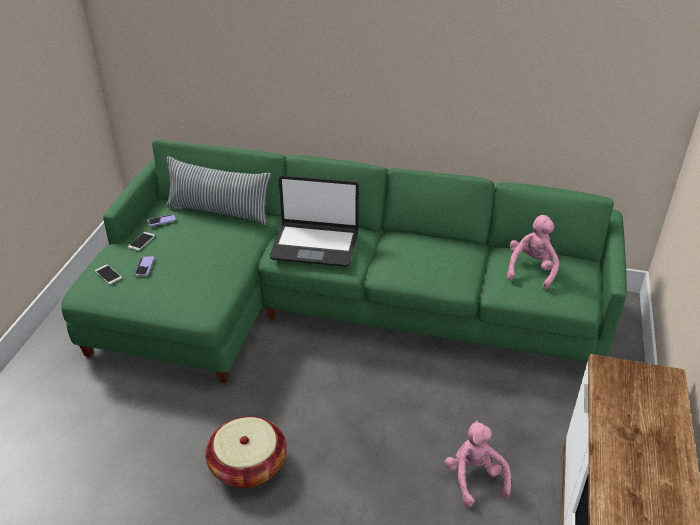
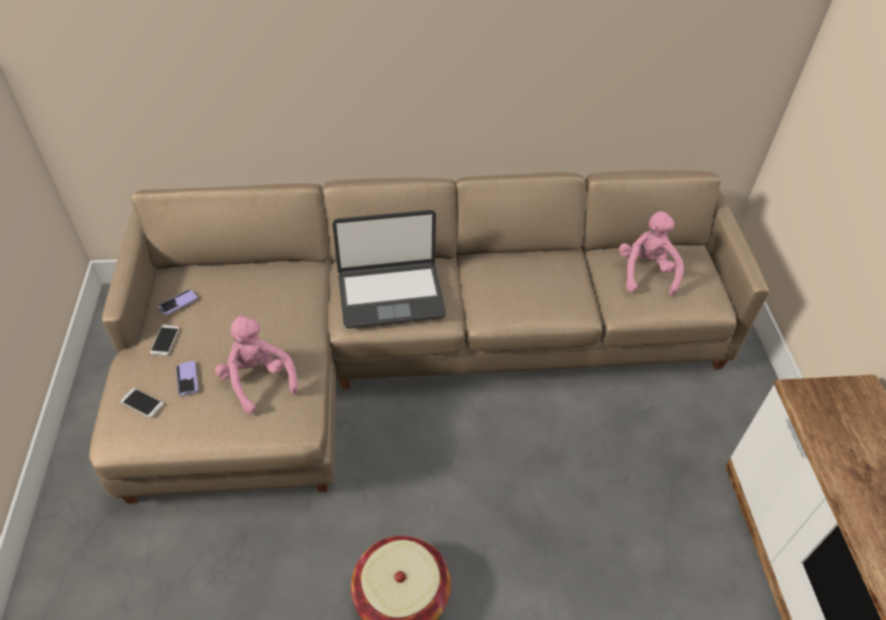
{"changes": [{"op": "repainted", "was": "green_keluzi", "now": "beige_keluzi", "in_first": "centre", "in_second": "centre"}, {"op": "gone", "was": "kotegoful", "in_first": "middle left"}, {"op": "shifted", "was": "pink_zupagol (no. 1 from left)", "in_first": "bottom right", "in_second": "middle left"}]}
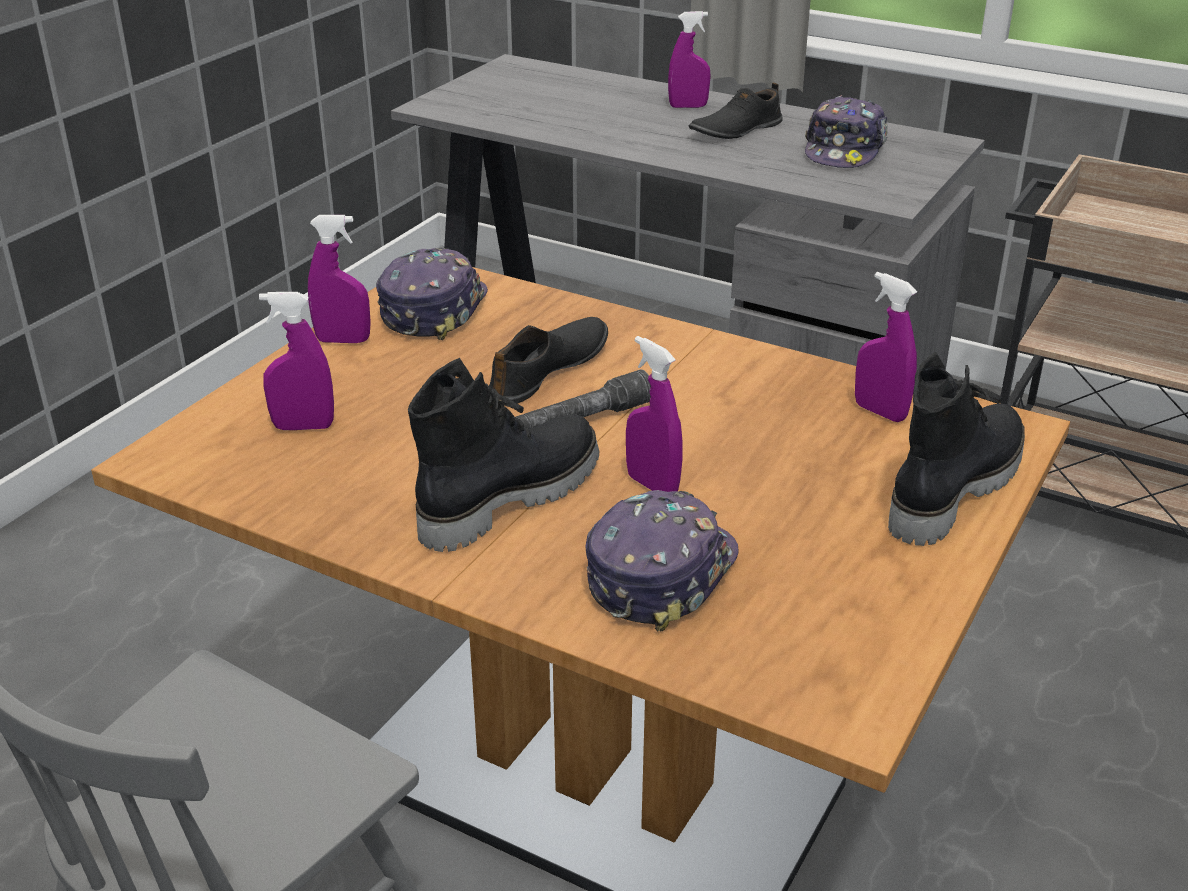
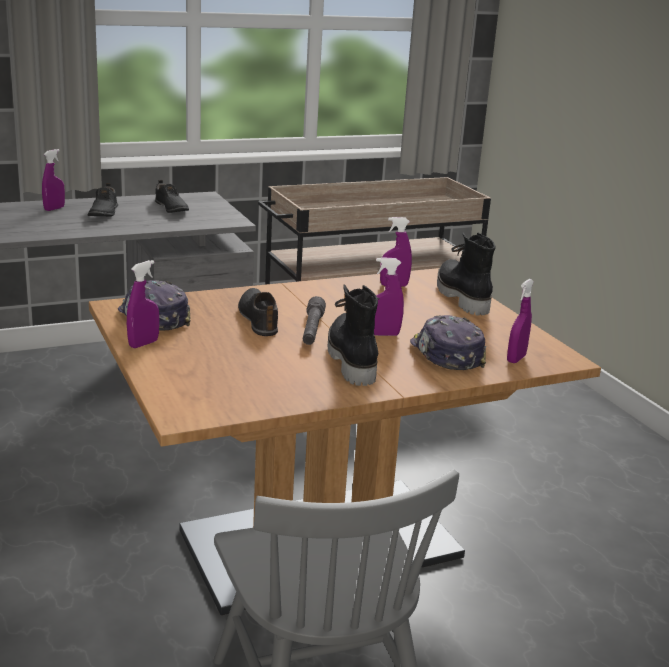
{"changes": [{"op": "swapped", "was": "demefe (no. 3 from left)", "now": "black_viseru (no. 2 from left)", "in_first": "top right", "in_second": "top left"}, {"op": "shifted", "was": "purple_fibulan (no. 1 from left in the first image)", "now": "purple_fibulan (no. 5 from left)", "in_first": "middle left", "in_second": "middle right"}]}
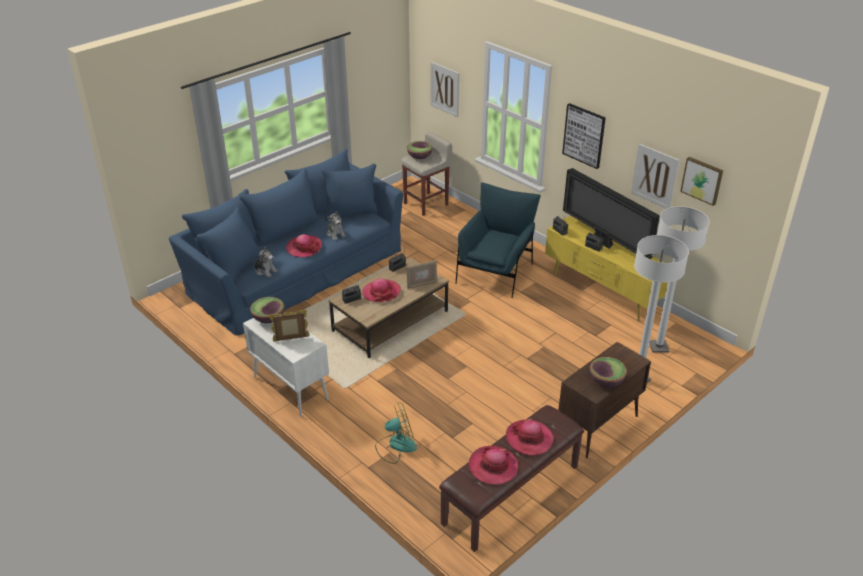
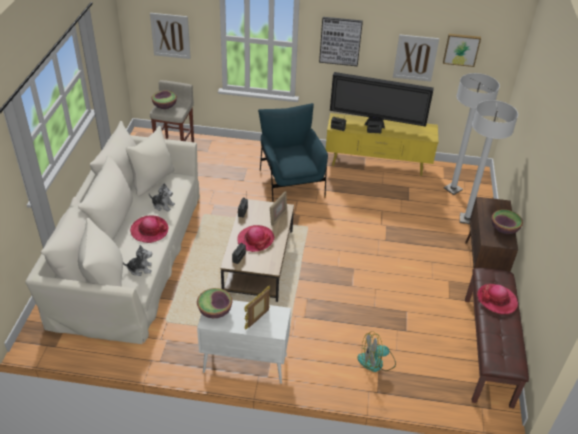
{"changes": [{"op": "repainted", "was": "blue_keluzi", "now": "beige_keluzi", "in_first": "middle left", "in_second": "middle left"}, {"op": "rotated", "was": "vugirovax", "in_first": "bottom centre", "in_second": "bottom centre", "clockwise": -135}, {"op": "gone", "was": "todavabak (no. 3 from left)", "in_first": "bottom centre"}]}
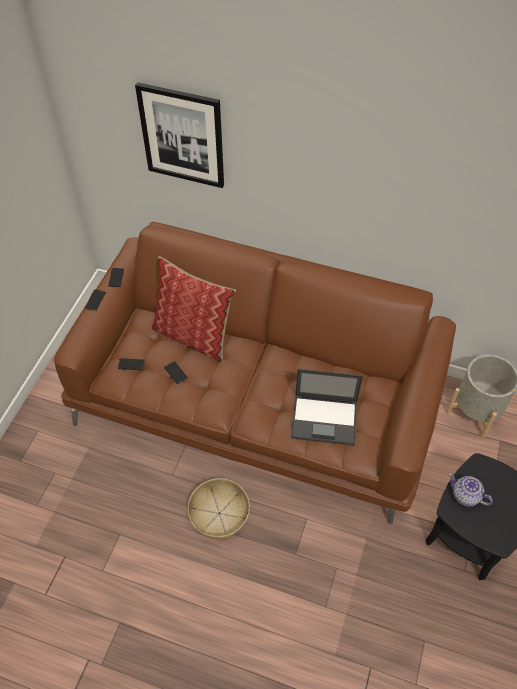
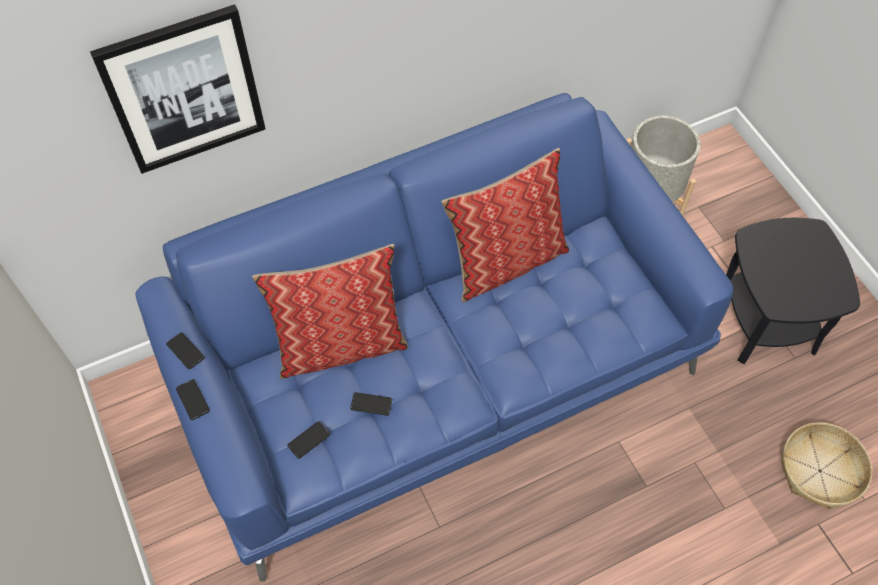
{"changes": [{"op": "repainted", "was": "brown_keluzi", "now": "blue_keluzi", "in_first": "centre", "in_second": "centre"}, {"op": "gone", "was": "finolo", "in_first": "centre"}, {"op": "gone", "was": "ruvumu", "in_first": "bottom right"}, {"op": "shifted", "was": "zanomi", "in_first": "bottom centre", "in_second": "bottom right"}, {"op": "new", "now": "kotegoful (no. 2 from left)", "in_second": "centre"}]}
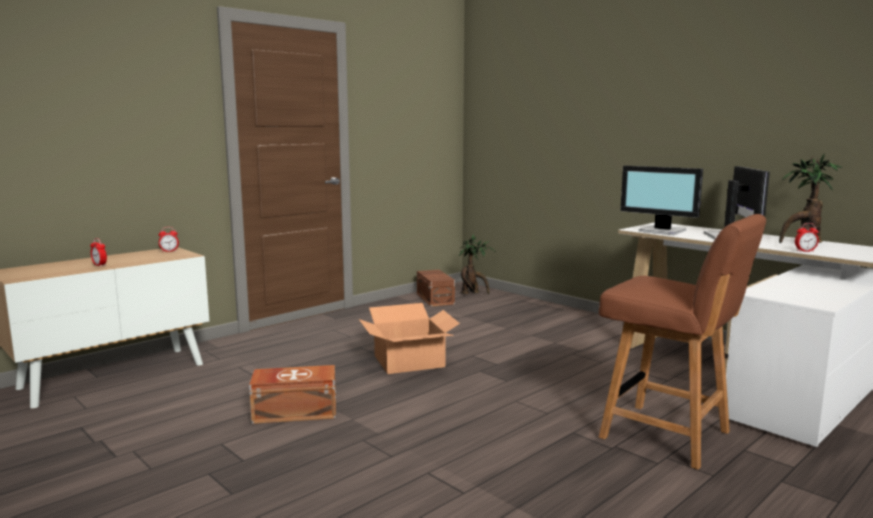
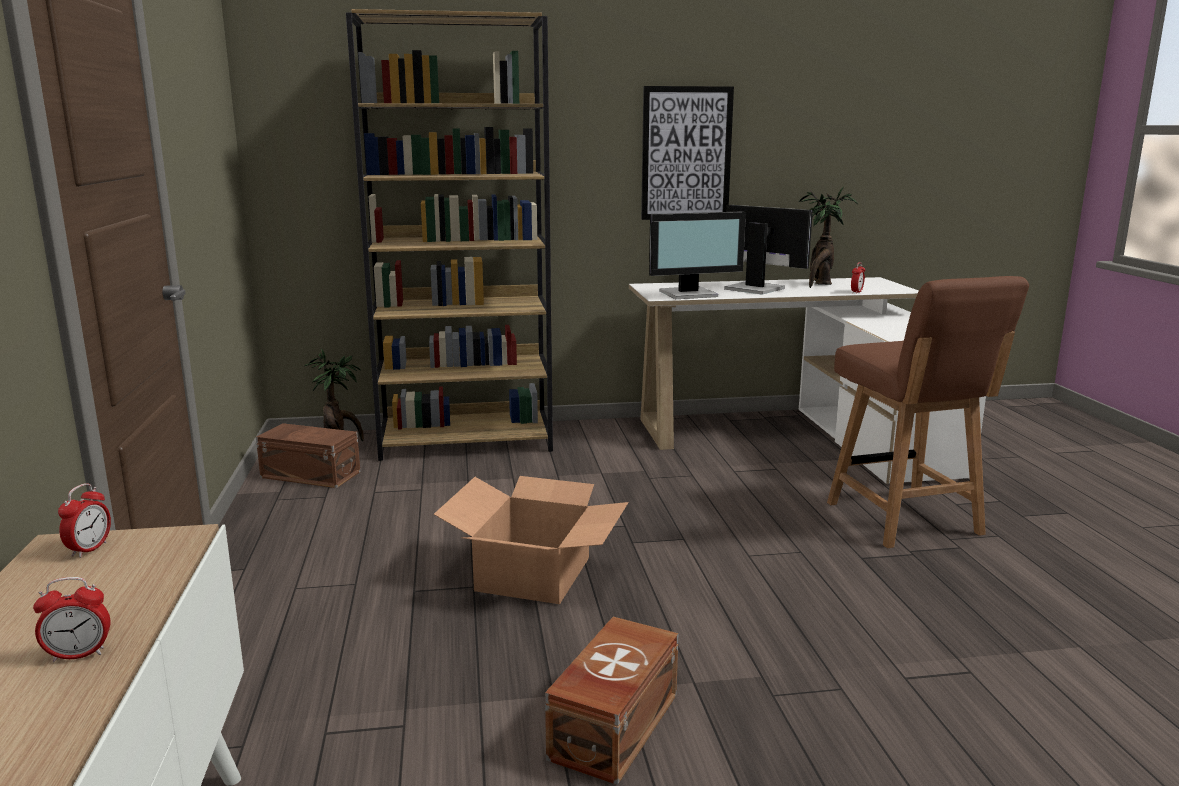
{"changes": [{"op": "rotated", "was": "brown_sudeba", "in_first": "middle right", "in_second": "middle right", "clockwise": 90}, {"op": "new", "now": "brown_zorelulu", "in_second": "top centre"}, {"op": "new", "now": "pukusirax", "in_second": "top centre"}]}
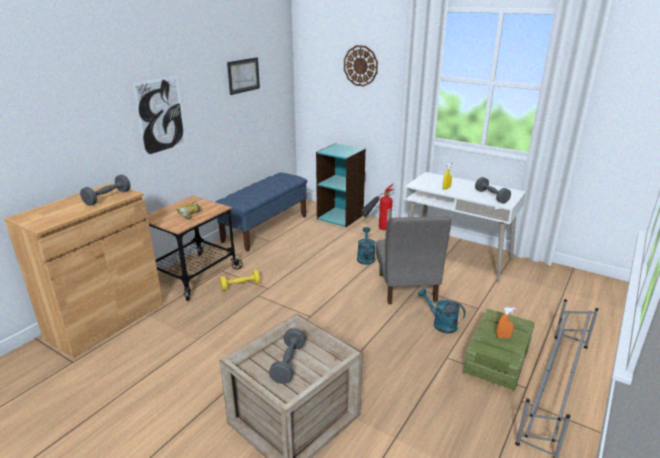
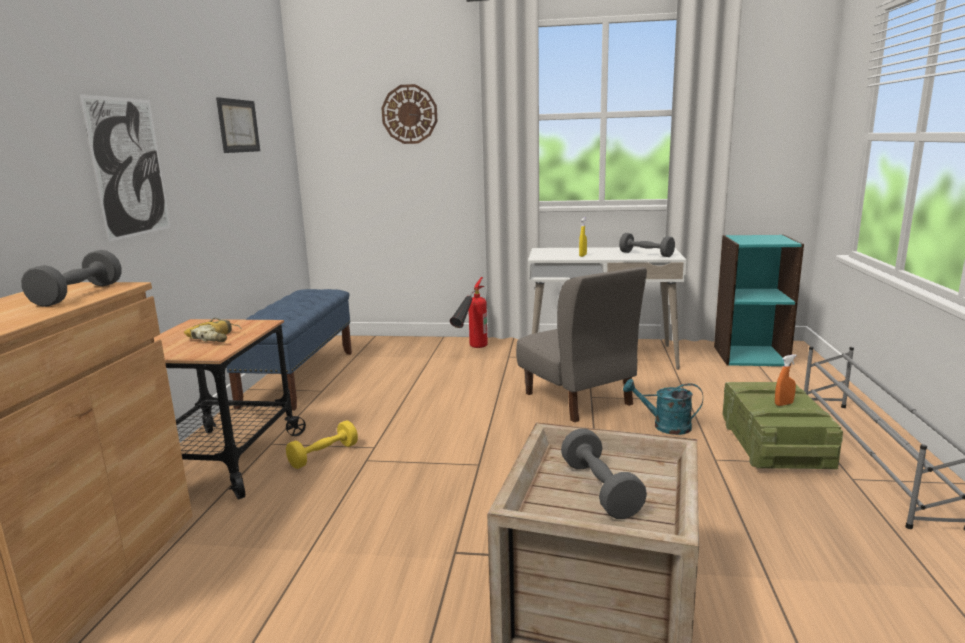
{"changes": [{"op": "shifted", "was": "turquoise_zorelulu", "in_first": "centre", "in_second": "middle right"}, {"op": "gone", "was": "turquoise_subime (no. 1 from left)", "in_first": "centre"}]}
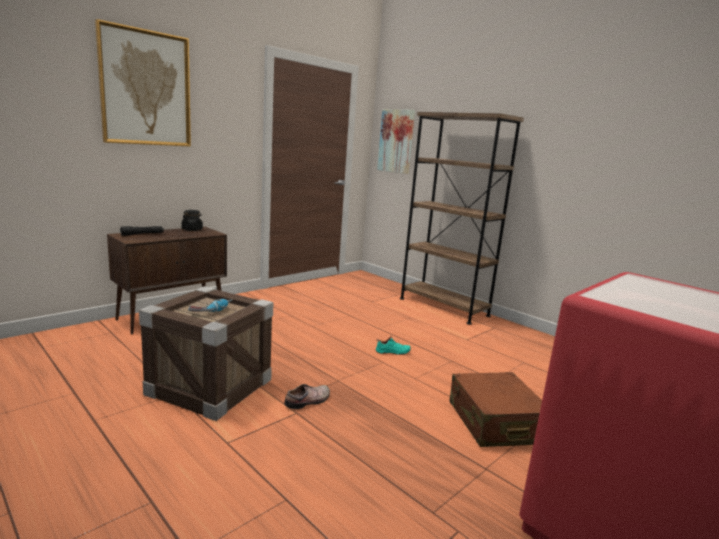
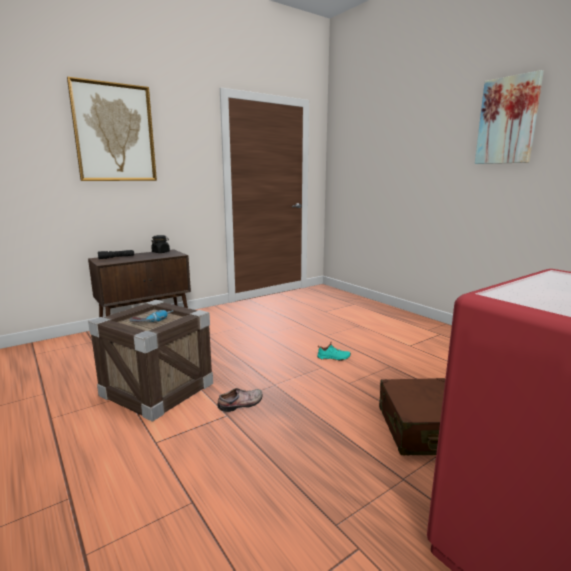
{"changes": [{"op": "shifted", "was": "pukusirax (no. 2 from left)", "in_first": "top centre", "in_second": "top right"}, {"op": "gone", "was": "brown_zorelulu", "in_first": "centre"}]}
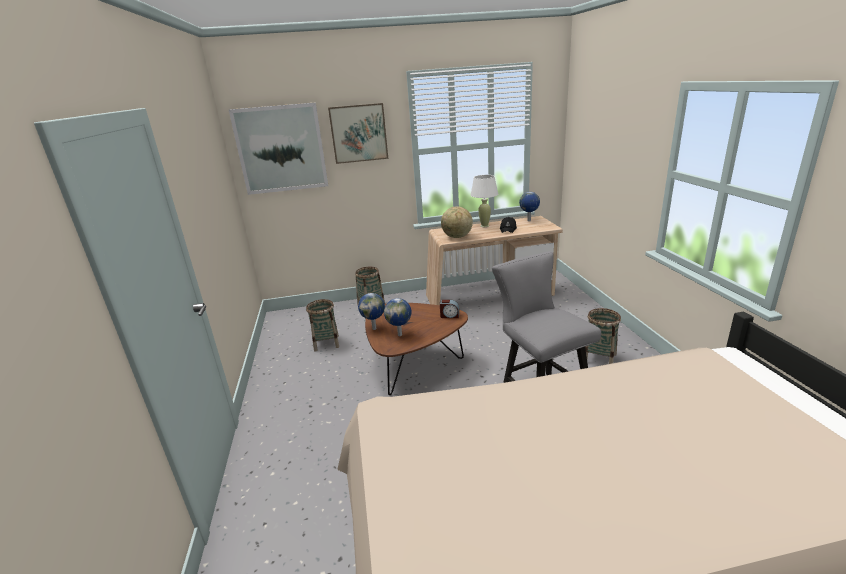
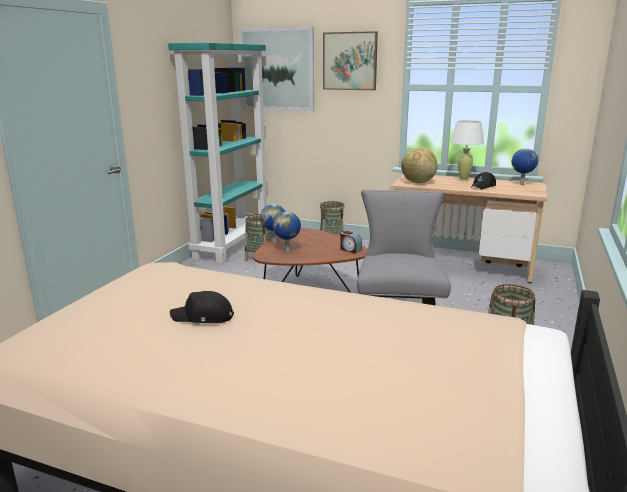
{"changes": [{"op": "new", "now": "turquoise_zorelulu", "in_second": "top centre"}, {"op": "new", "now": "black_demefe (no. 1 from left)", "in_second": "middle left"}]}
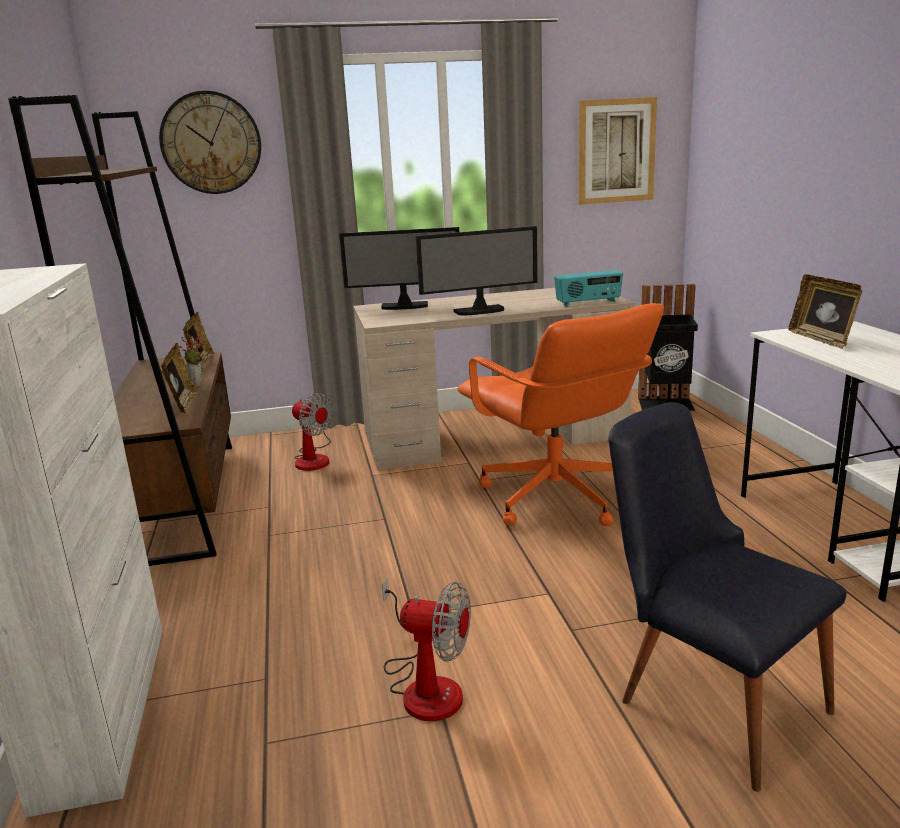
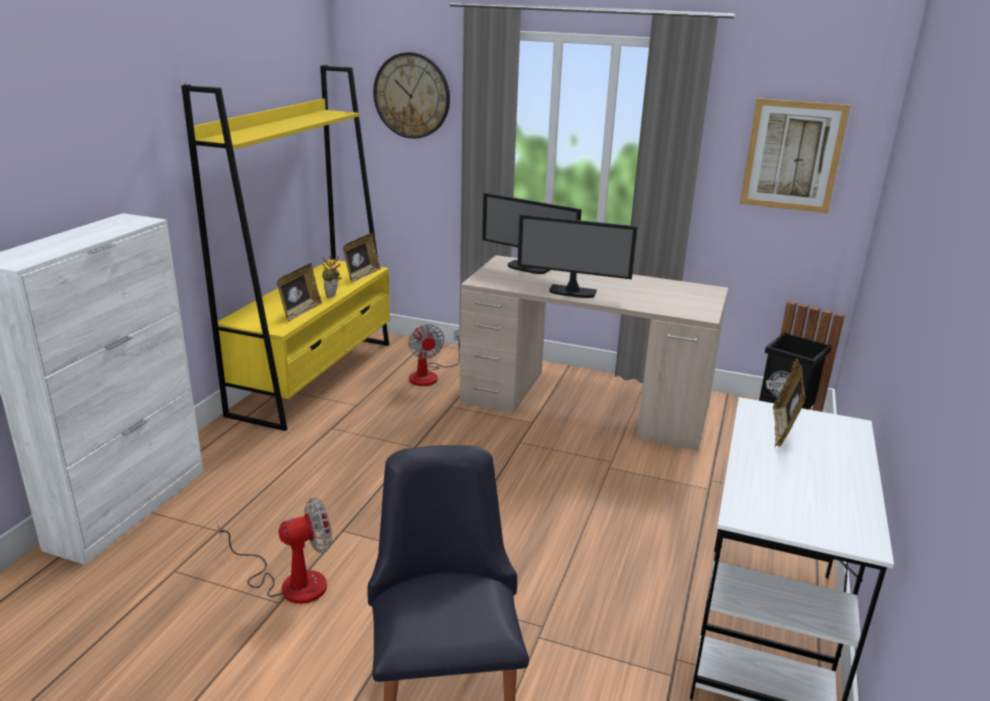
{"changes": [{"op": "repainted", "was": "brown_zorelulu", "now": "yellow_zorelulu", "in_first": "middle left", "in_second": "middle left"}, {"op": "gone", "was": "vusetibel", "in_first": "centre"}, {"op": "gone", "was": "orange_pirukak", "in_first": "centre"}, {"op": "rotated", "was": "vugirovax (no. 2 from left in the first image)", "in_first": "bottom centre", "in_second": "bottom left", "clockwise": -75}]}
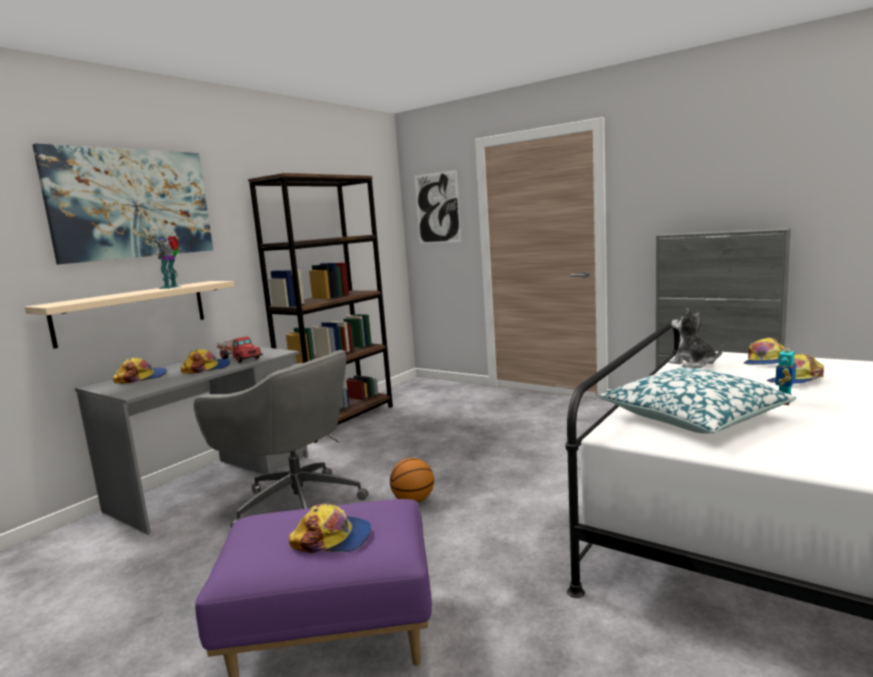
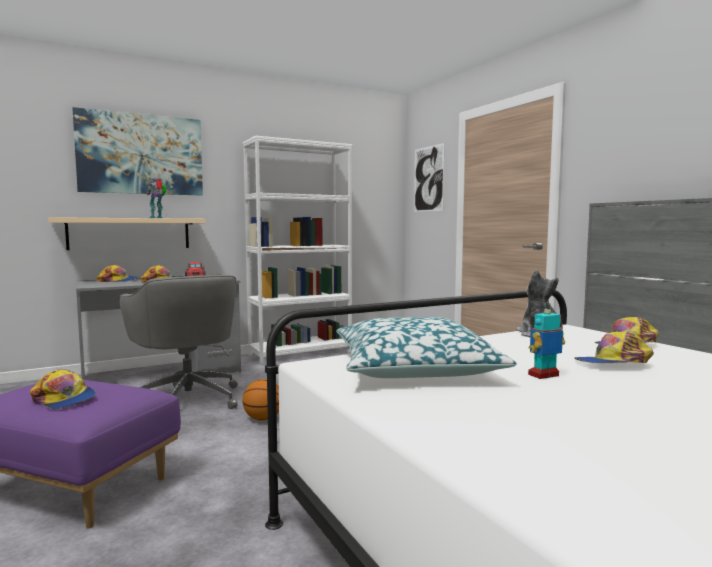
{"changes": [{"op": "repainted", "was": "brown_zorelulu", "now": "white_zorelulu", "in_first": "centre", "in_second": "centre"}]}
